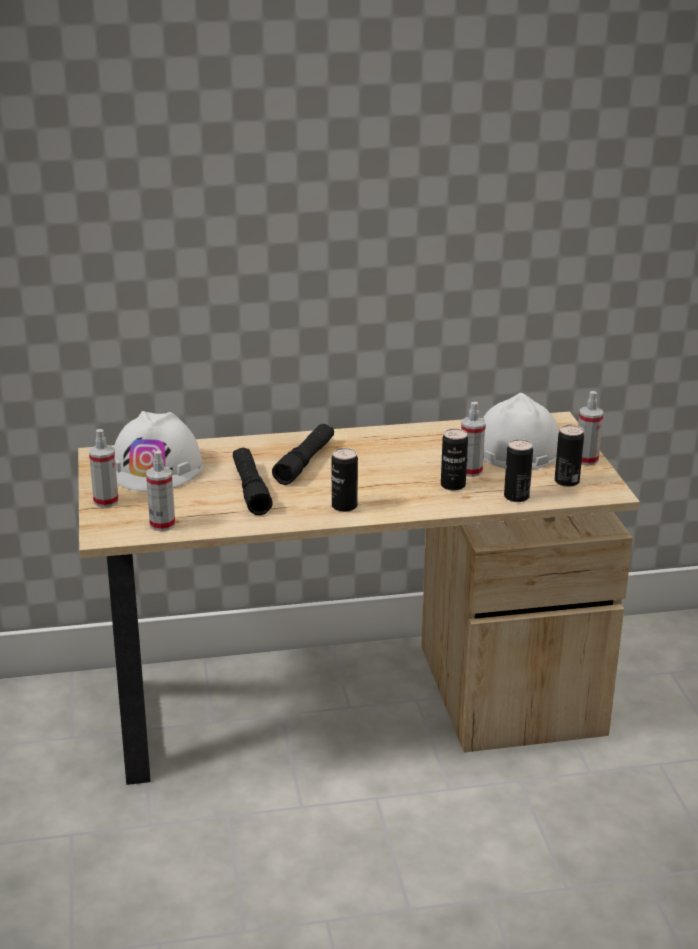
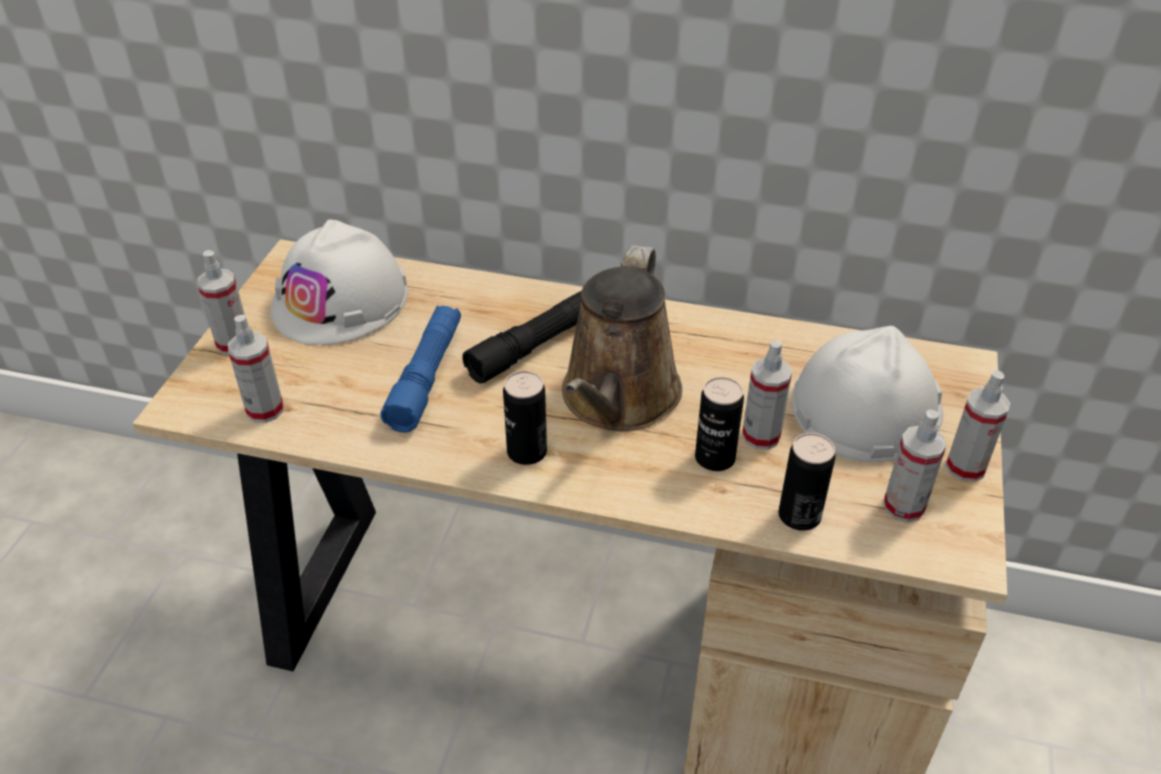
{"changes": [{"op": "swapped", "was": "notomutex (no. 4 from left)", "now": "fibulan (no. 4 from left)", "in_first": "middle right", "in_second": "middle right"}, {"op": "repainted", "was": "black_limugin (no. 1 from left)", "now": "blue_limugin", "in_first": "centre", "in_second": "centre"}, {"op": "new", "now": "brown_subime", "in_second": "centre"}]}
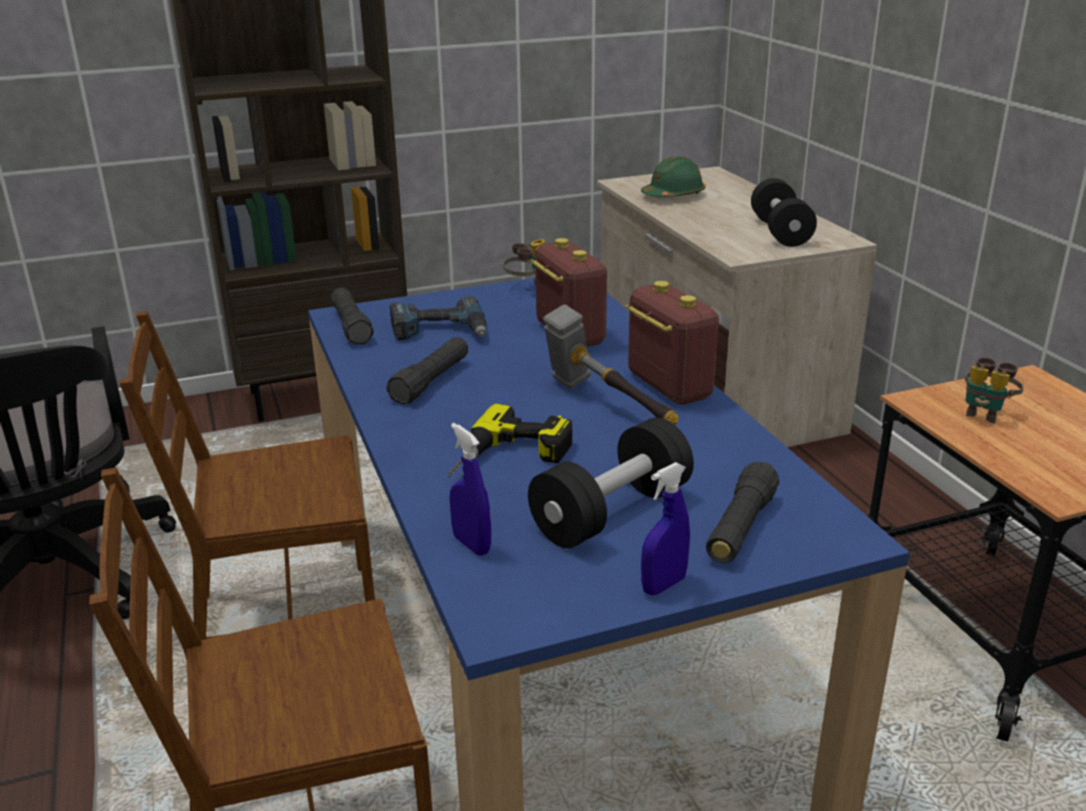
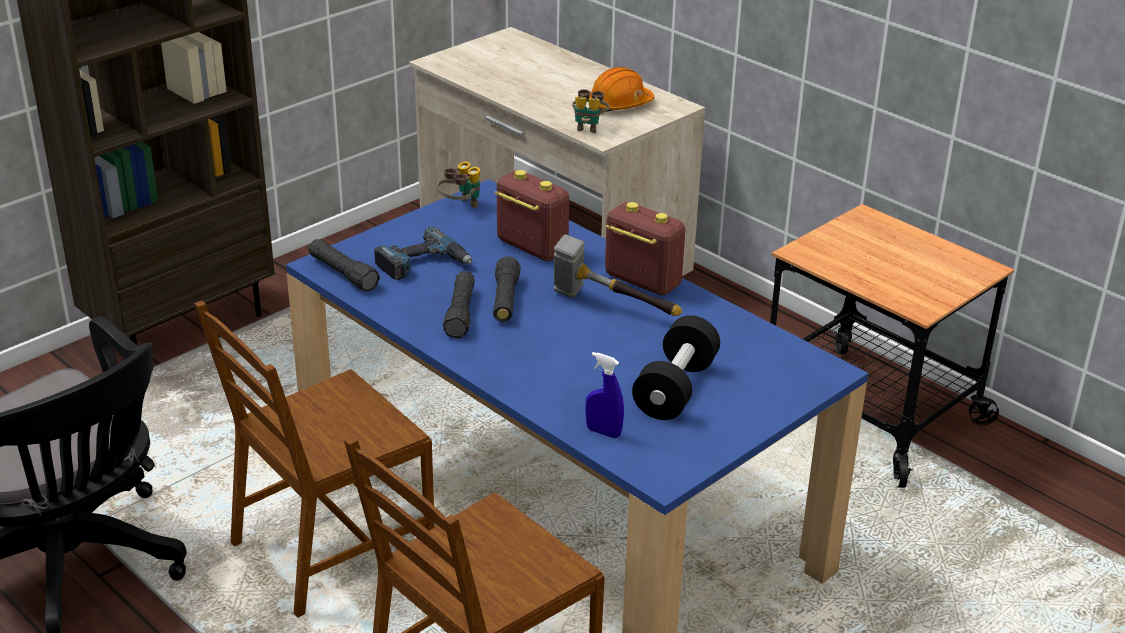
{"changes": [{"op": "gone", "was": "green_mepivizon", "in_first": "top centre"}, {"op": "swapped", "was": "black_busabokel (no. 2 from left)", "now": "orange_mepivizon", "in_first": "top right", "in_second": "top centre"}, {"op": "shifted", "was": "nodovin (no. 2 from left)", "in_first": "middle right", "in_second": "top centre"}, {"op": "gone", "was": "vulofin (no. 2 from left)", "in_first": "centre"}, {"op": "gone", "was": "blue_fibulan (no. 2 from left)", "in_first": "centre"}, {"op": "shifted", "was": "black_limugin (no. 3 from left)", "in_first": "middle right", "in_second": "centre"}]}
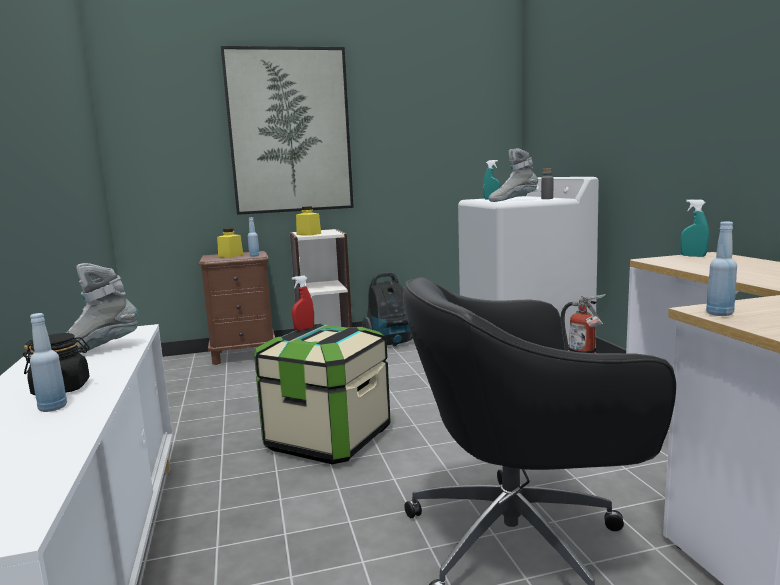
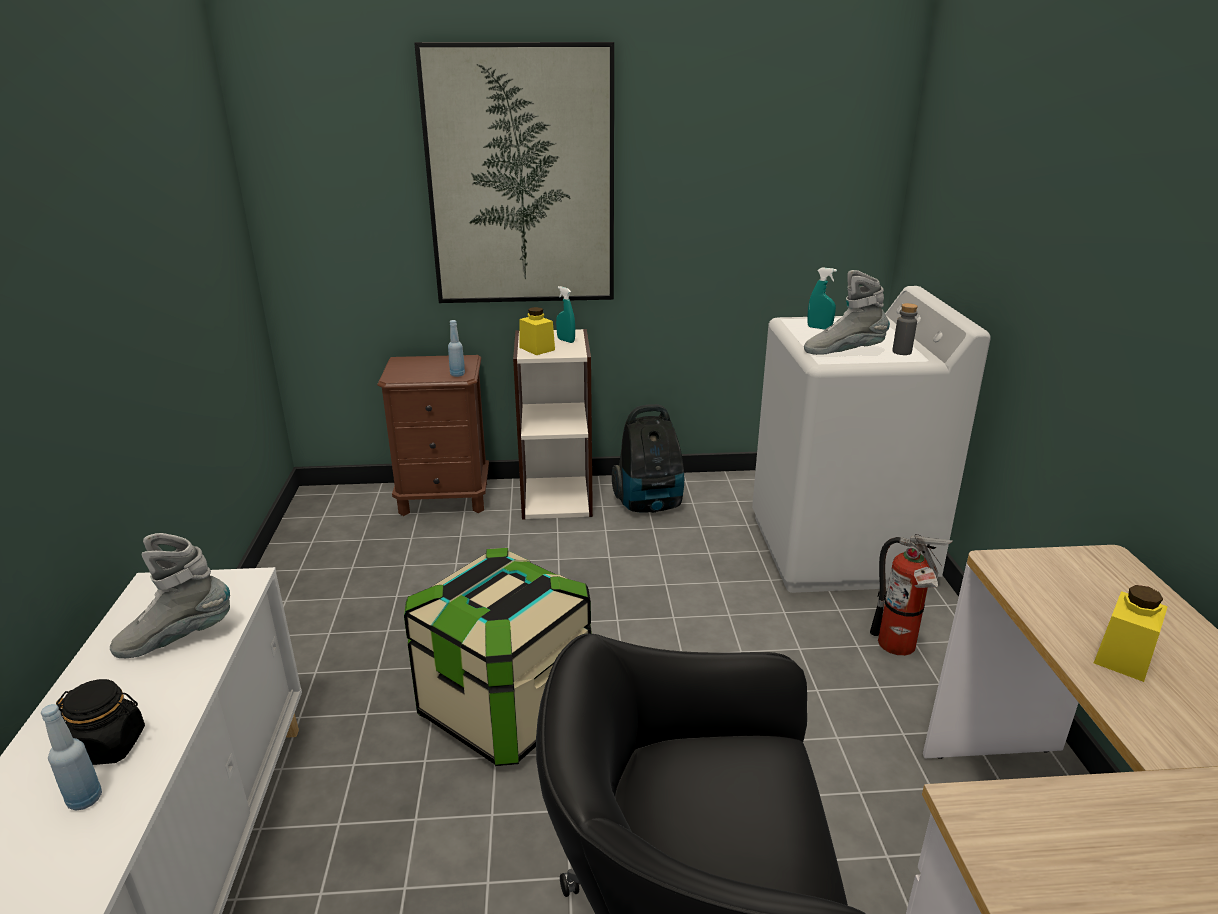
{"changes": [{"op": "shifted", "was": "turquoise_fibulan (no. 2 from left in the first image)", "now": "turquoise_fibulan (no. 1 from left)", "in_first": "middle right", "in_second": "centre"}, {"op": "gone", "was": "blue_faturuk (no. 3 from left)", "in_first": "middle right"}, {"op": "shifted", "was": "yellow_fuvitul (no. 1 from left in the first image)", "now": "yellow_fuvitul (no. 2 from left)", "in_first": "middle left", "in_second": "bottom right"}, {"op": "gone", "was": "red_fibulan", "in_first": "centre"}]}
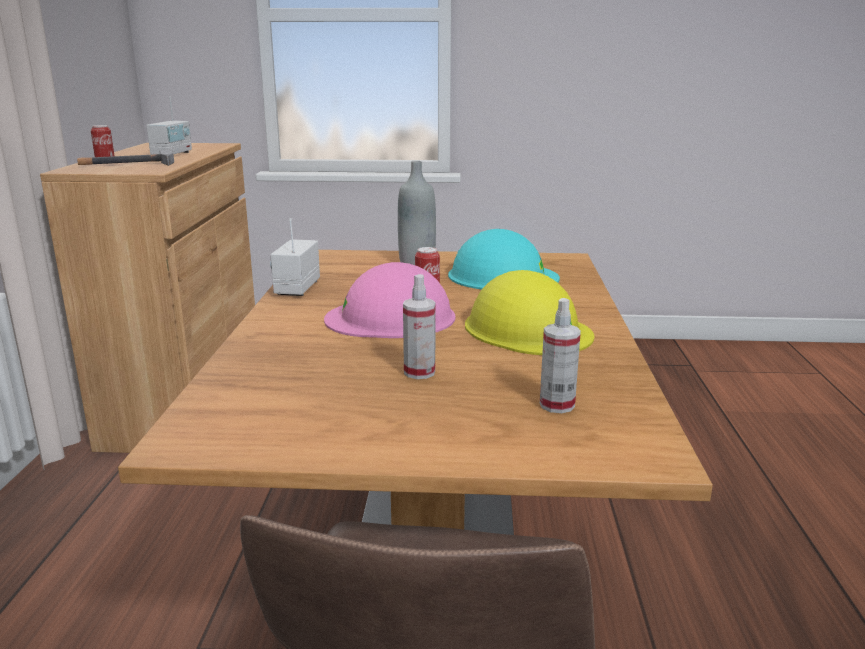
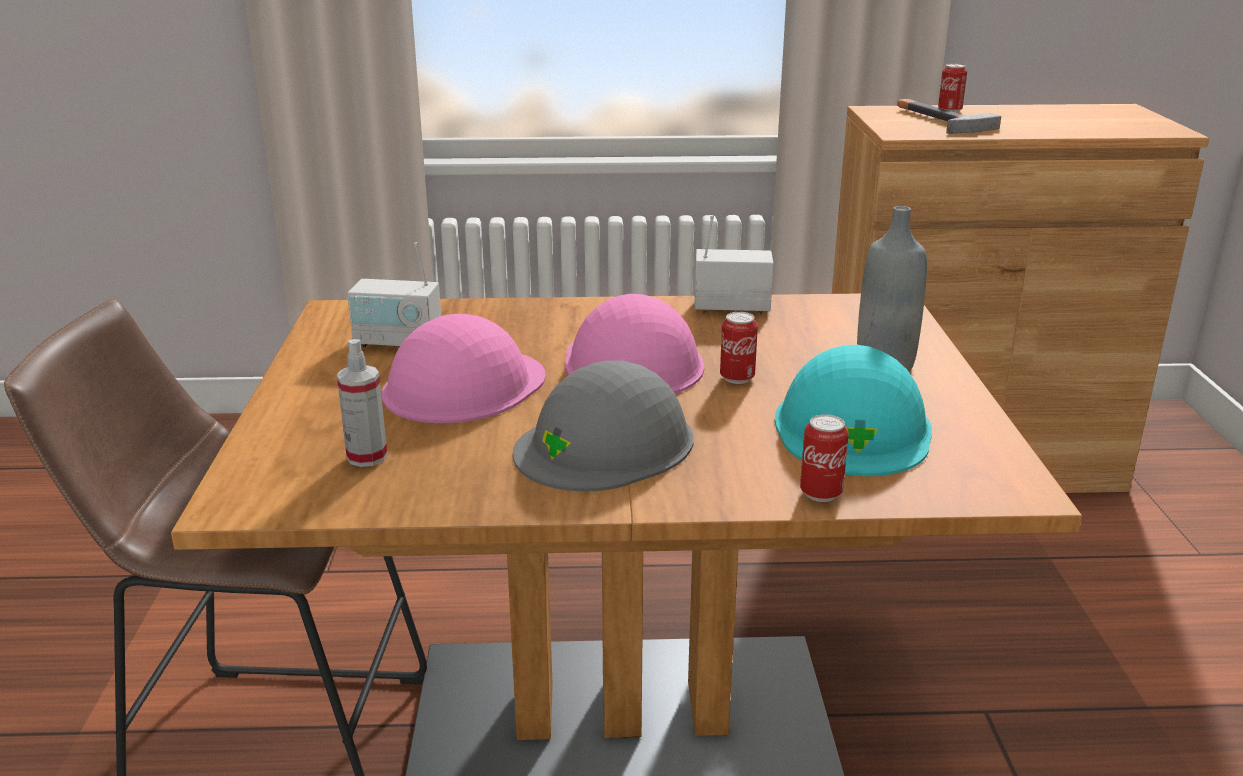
{"changes": [{"op": "shifted", "was": "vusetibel (no. 1 from left)", "in_first": "top left", "in_second": "middle left"}, {"op": "repainted", "was": "yellow_mepivizon", "now": "grey_mepivizon", "in_first": "centre", "in_second": "centre"}, {"op": "swapped", "was": "fibulan (no. 1 from left)", "now": "pink_mepivizon (no. 1 from left)", "in_first": "centre", "in_second": "centre"}, {"op": "new", "now": "notomutex (no. 2 from left)", "in_second": "centre"}]}
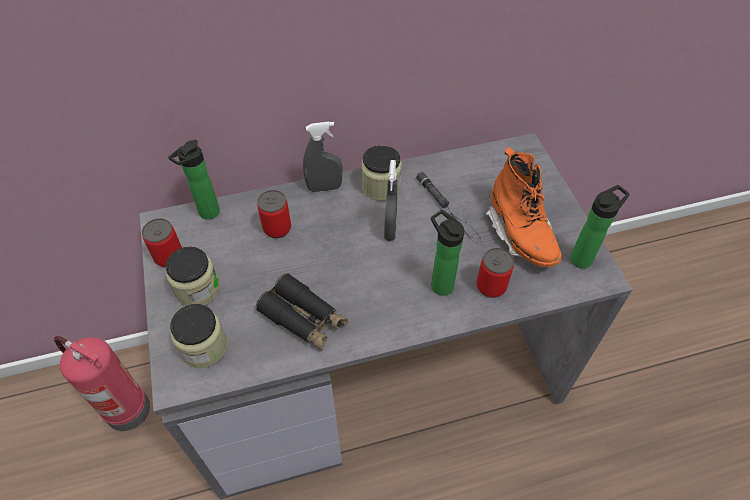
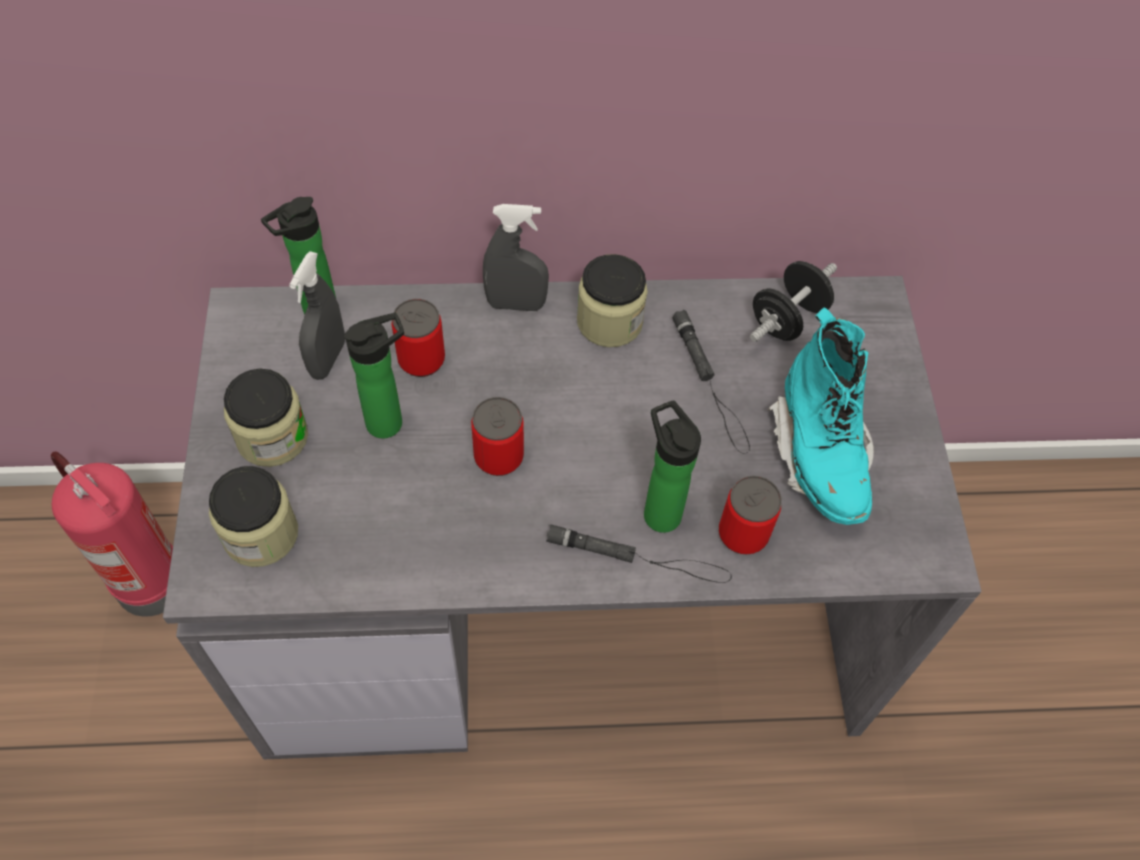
{"changes": [{"op": "repainted", "was": "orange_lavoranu", "now": "turquoise_lavoranu", "in_first": "middle right", "in_second": "middle right"}, {"op": "shifted", "was": "grey_fibulan (no. 2 from left in the first image)", "now": "grey_fibulan (no. 1 from left)", "in_first": "centre", "in_second": "middle left"}, {"op": "shifted", "was": "faturuk (no. 3 from left in the first image)", "now": "faturuk (no. 2 from left)", "in_first": "middle right", "in_second": "middle left"}, {"op": "shifted", "was": "notomutex (no. 1 from left in the first image)", "now": "notomutex (no. 2 from left)", "in_first": "middle left", "in_second": "centre"}, {"op": "gone", "was": "black_nodovin", "in_first": "centre"}, {"op": "new", "now": "black_busabokel", "in_second": "middle right"}, {"op": "new", "now": "black_limugin (no. 1 from left)", "in_second": "centre"}]}
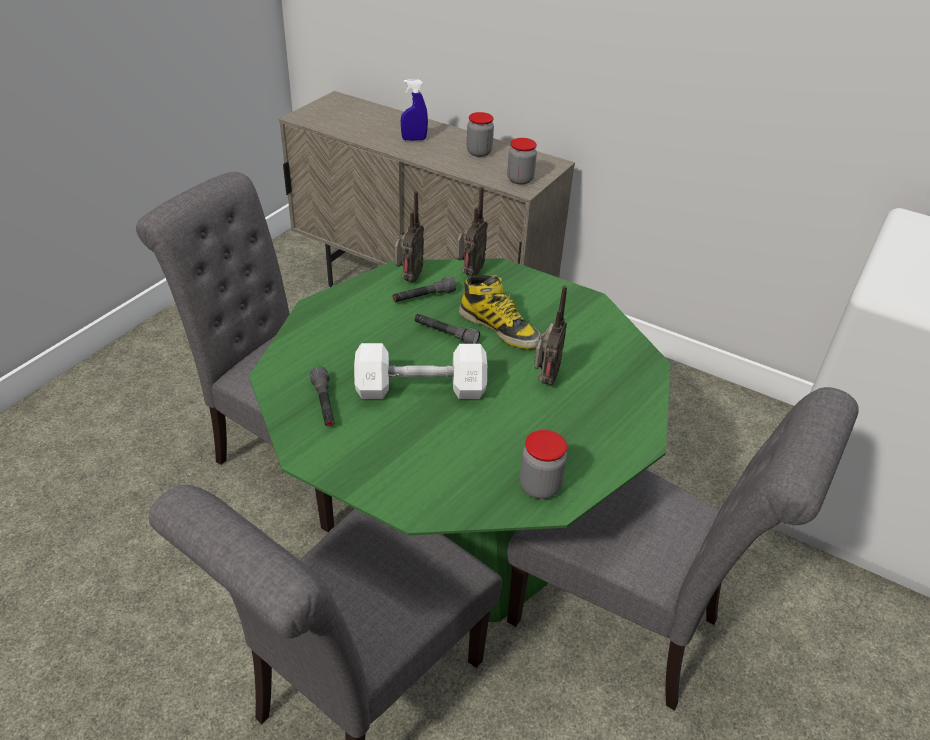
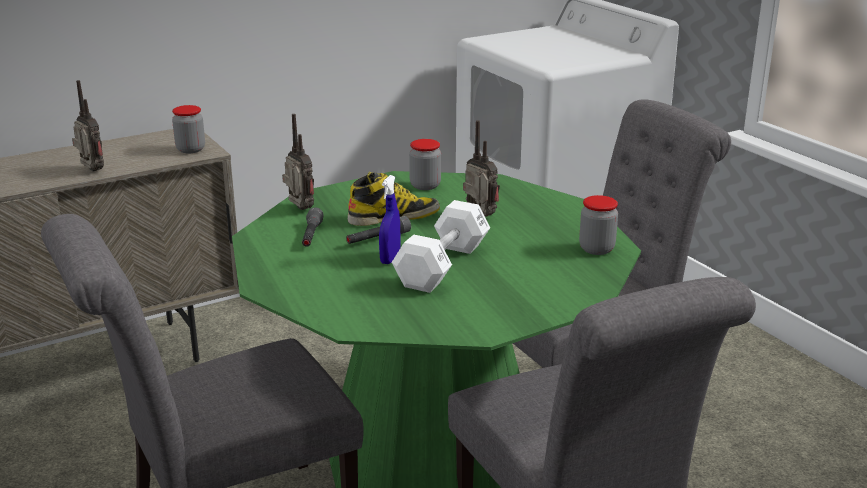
{"changes": [{"op": "shifted", "was": "blue_fibulan", "in_first": "top centre", "in_second": "centre"}, {"op": "shifted", "was": "fuvitul (no. 1 from left in the first image)", "now": "fuvitul (no. 2 from left)", "in_first": "top centre", "in_second": "centre"}, {"op": "shifted", "was": "vusetibel (no. 1 from left)", "in_first": "top centre", "in_second": "top left"}, {"op": "gone", "was": "grey_limugin (no. 1 from left)", "in_first": "centre"}]}
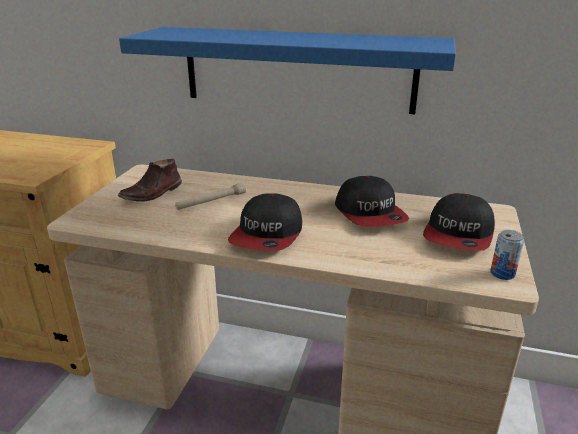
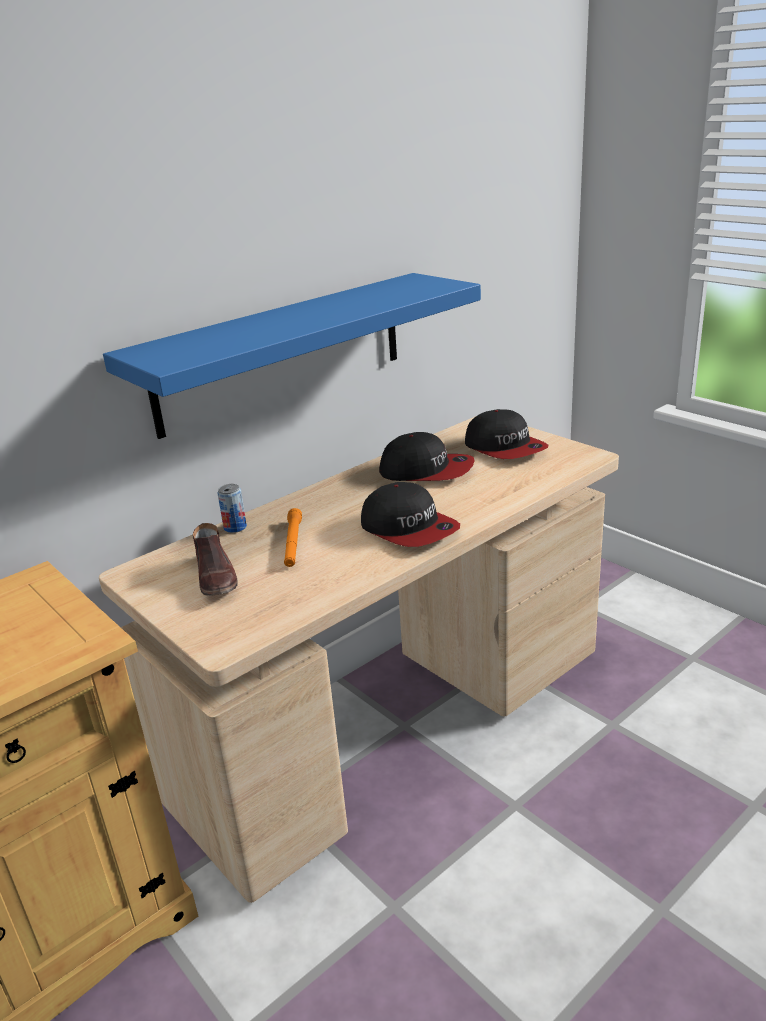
{"changes": [{"op": "repainted", "was": "beige_limugin", "now": "orange_limugin", "in_first": "centre", "in_second": "centre"}, {"op": "shifted", "was": "notomutex", "in_first": "middle right", "in_second": "middle left"}]}
